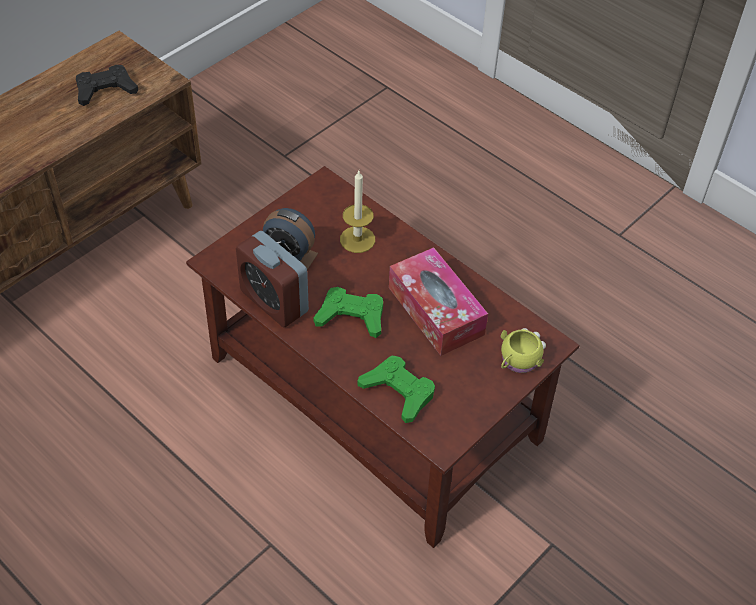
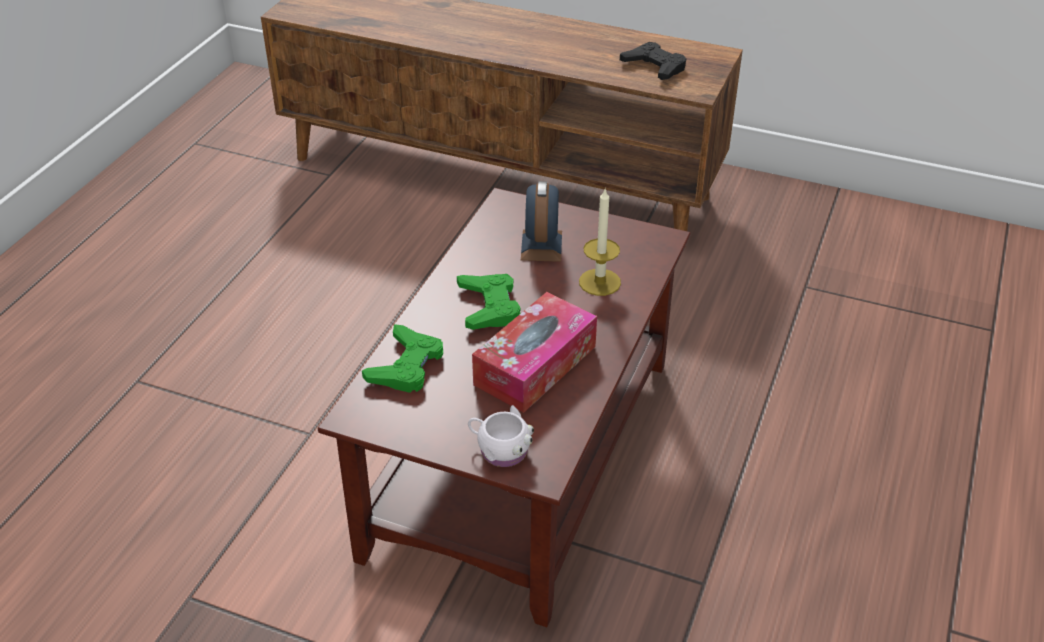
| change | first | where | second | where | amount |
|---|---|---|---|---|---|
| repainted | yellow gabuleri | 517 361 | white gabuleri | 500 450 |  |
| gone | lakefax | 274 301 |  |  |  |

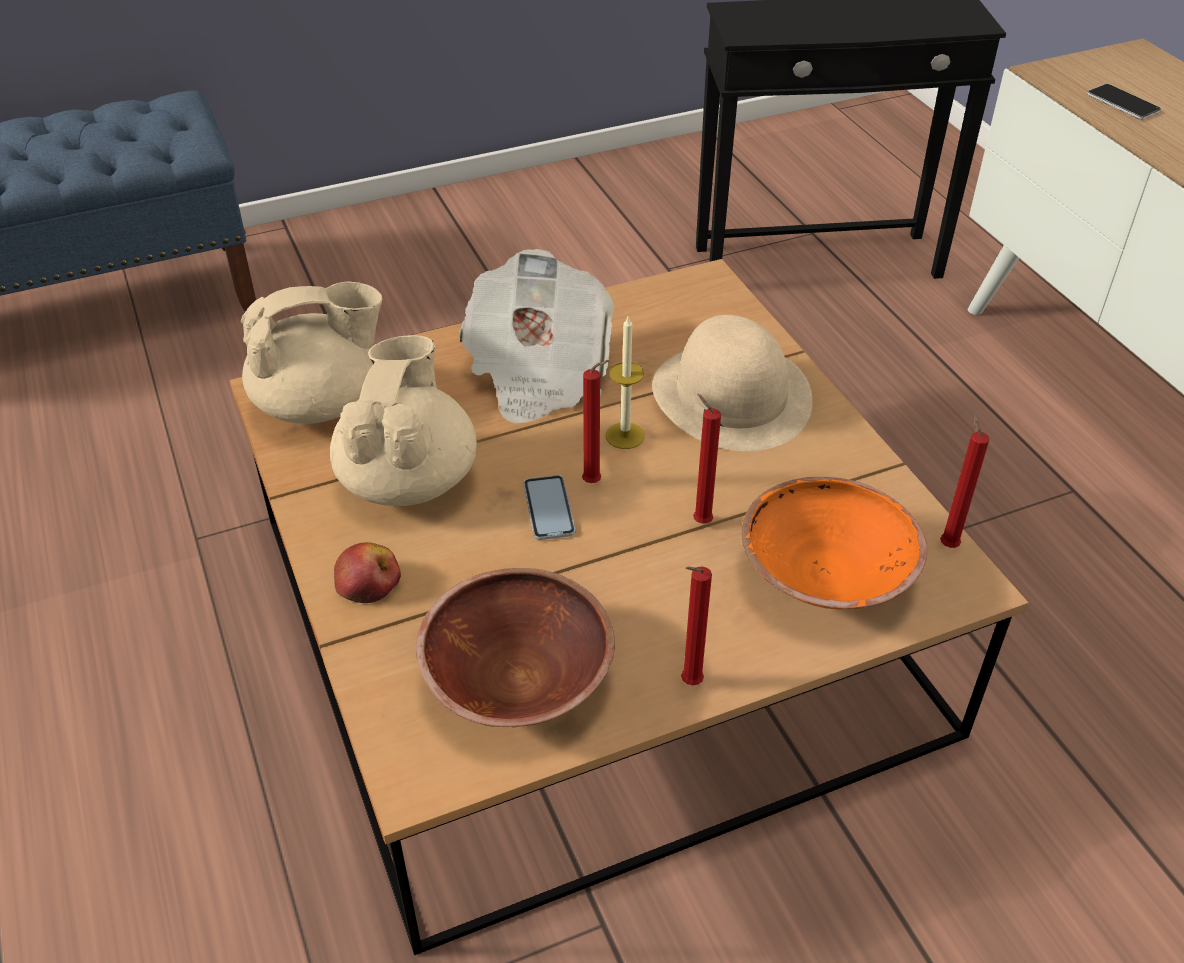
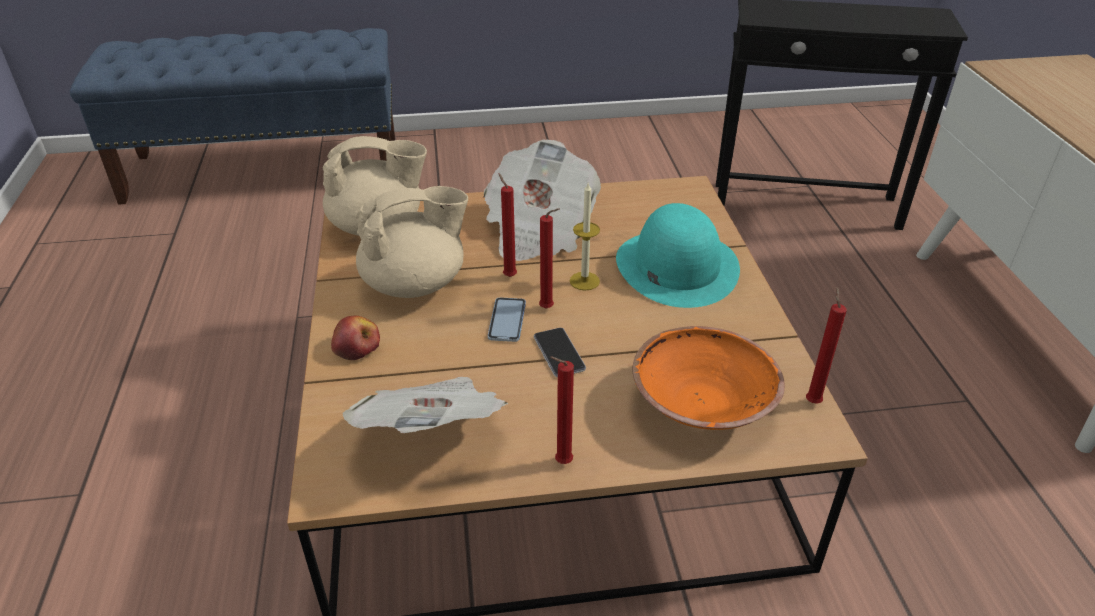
| change | first | where | second | where | amount |
|---|---|---|---|---|---|
| swapped | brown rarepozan | 517 678 | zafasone | 433 432 |  |
| rotated | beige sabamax | 408 479 |  | 416 284 | 45 degrees clockwise |
| shifted | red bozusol | 699 521 |  | 508 275 |  |
| shifted | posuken | 1122 103 |  | 559 353 |  |
| repainted | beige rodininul | 730 395 | turquoise rodininul | 676 266 |  |

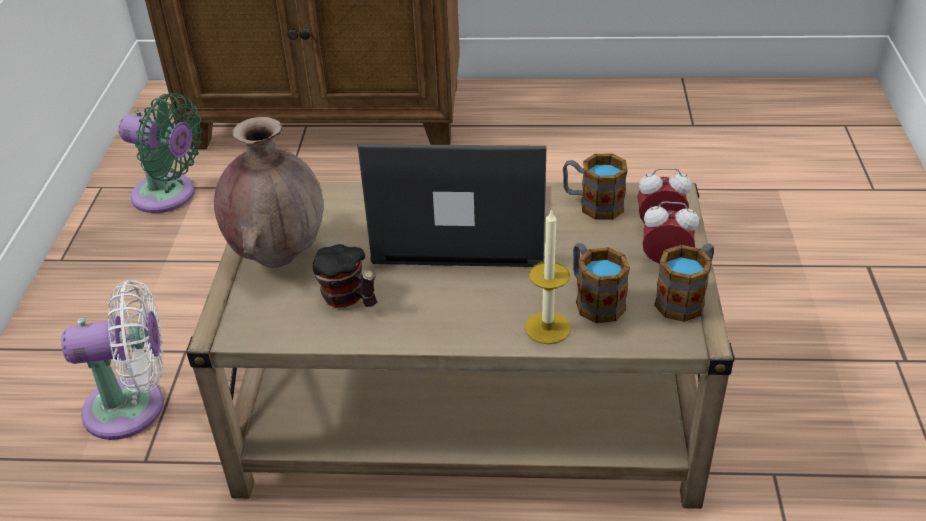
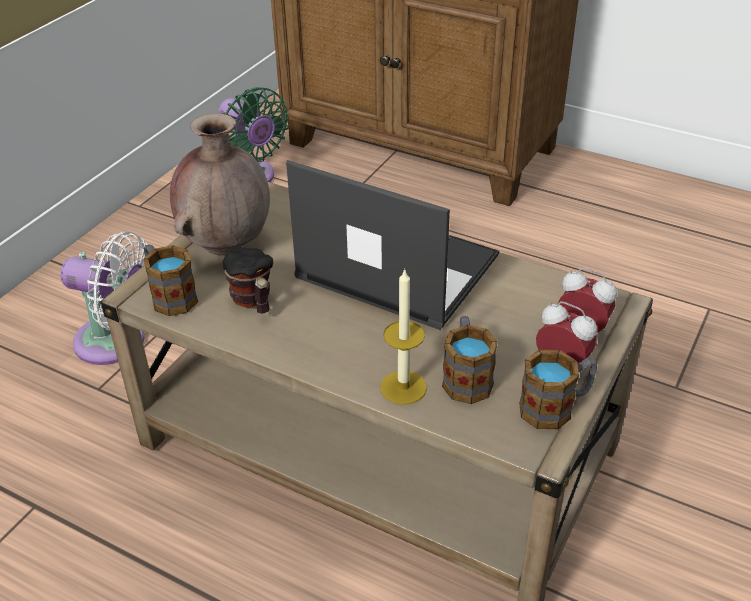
| change | first | where | second | where | amount |
|---|---|---|---|---|---|
| shifted | gabuleri | 592 204 |  | 169 295 |  |

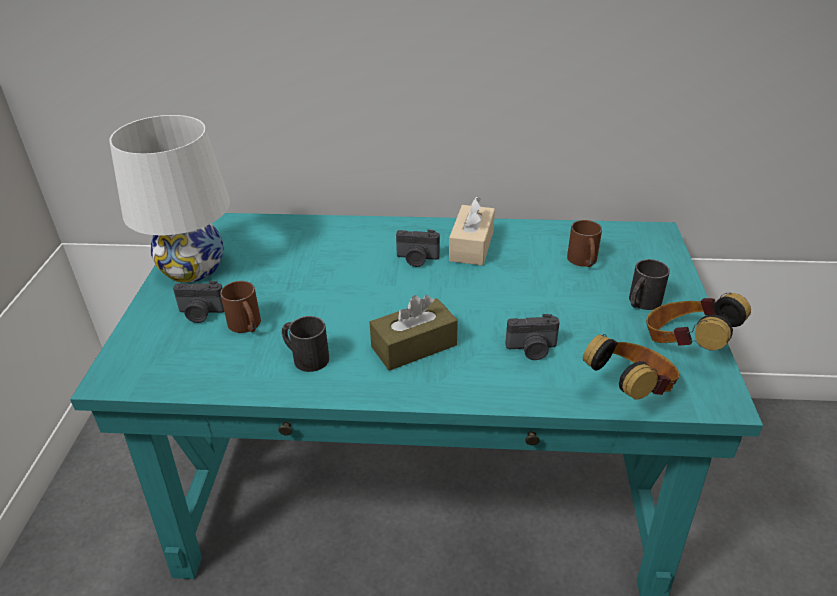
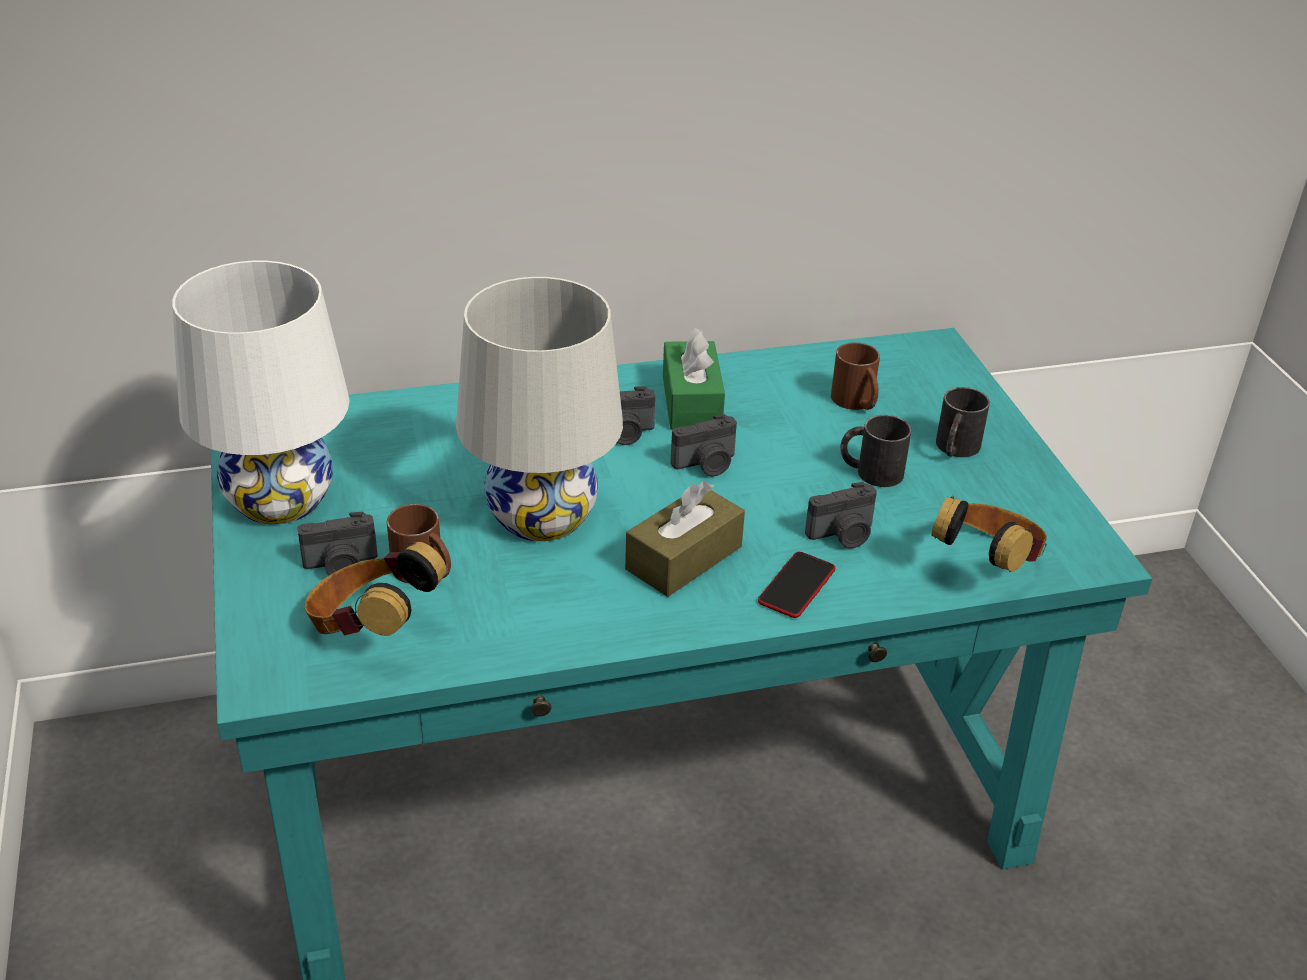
| change | first | where | second | where | amount |
|---|---|---|---|---|---|
| shifted | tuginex | 685 344 |  | 372 628 |  |
| new |  |  | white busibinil | 541 516 |  |
| repainted | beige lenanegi | 471 246 | green lenanegi | 691 402 |  |
| new |  |  | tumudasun | 706 464 |  |
| new |  |  | posuken | 796 586 |  |
| shifted | black gabuleri | 305 357 |  | 870 471 |  |

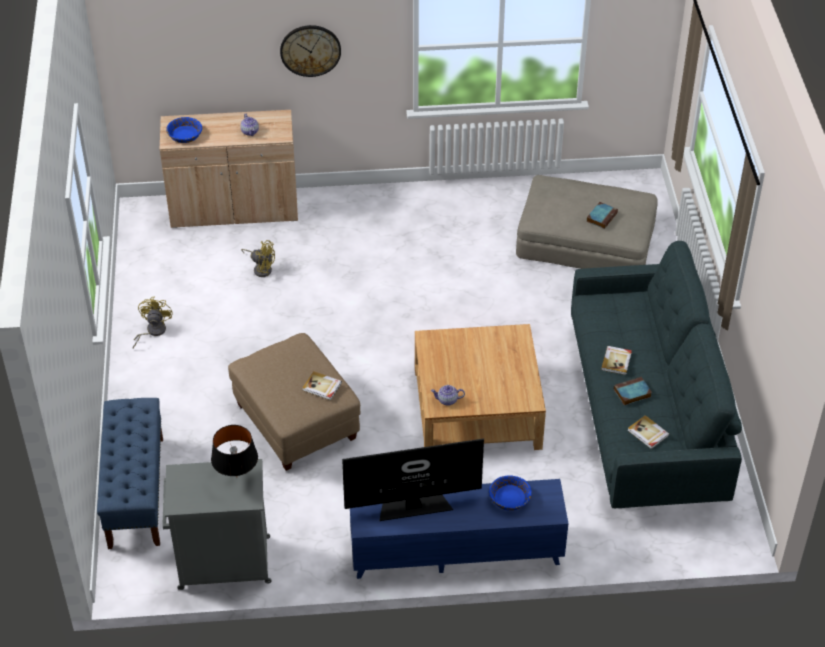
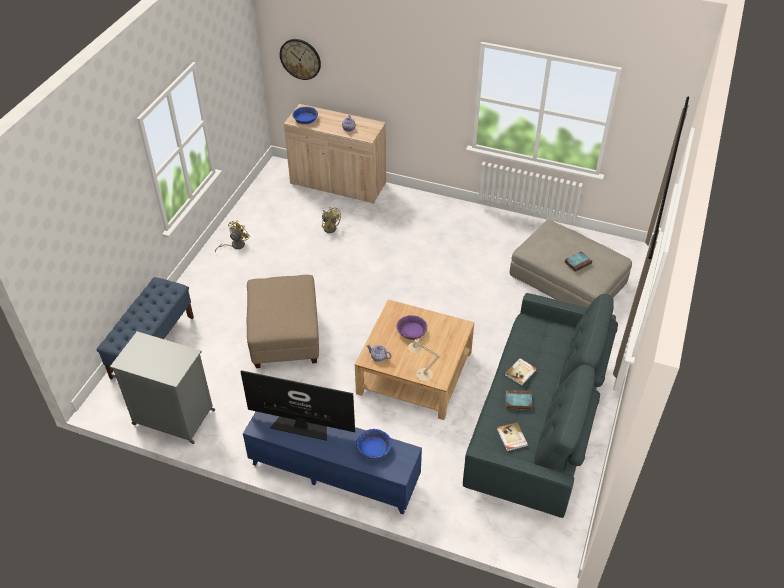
| change | first | where | second | where | amount |
|---|---|---|---|---|---|
| shifted | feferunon | 310 50 |  | 300 59 |  |
| new |  |  | purple rarepozan | 412 332 |  |
| new |  |  | beige busibinil | 421 374 |  |
| gone | black busibinil | 236 477 |  |  |  |
| gone | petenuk | 322 387 |  |  |  |

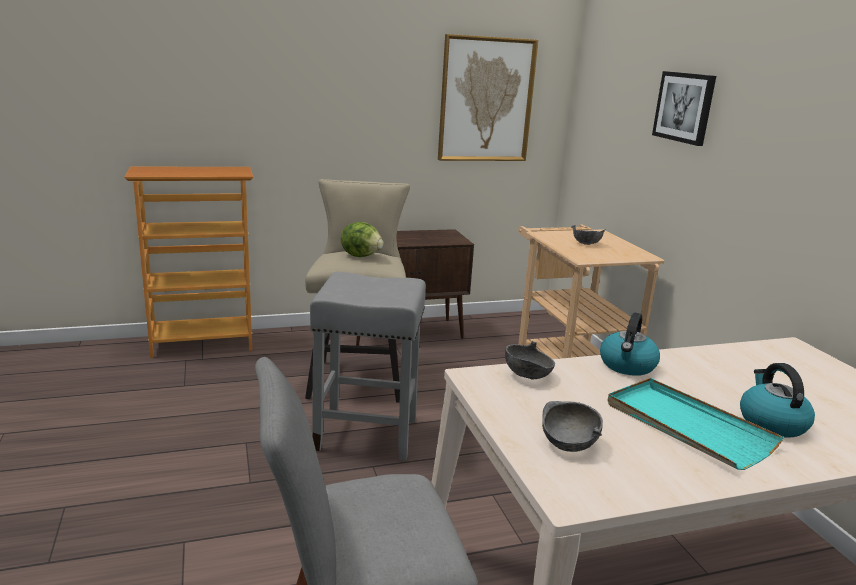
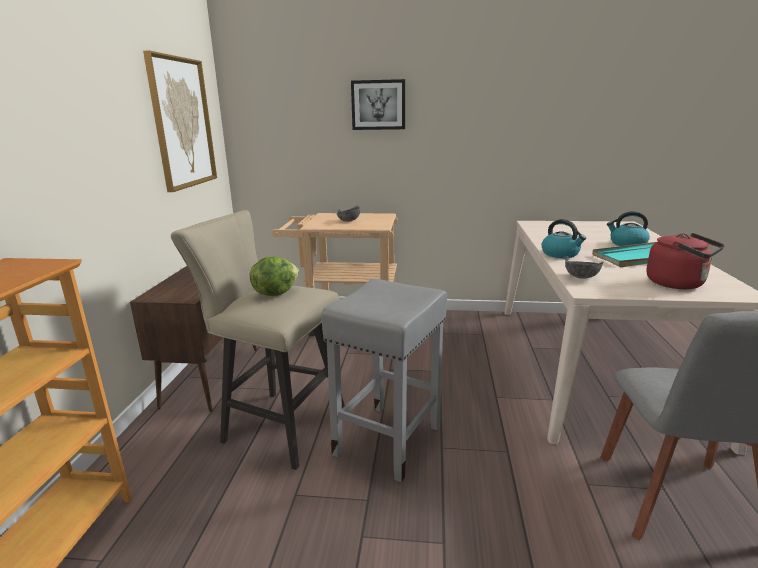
| change | first | where | second | where | amount |
|---|---|---|---|---|---|
| swapped | grey rarepozan | 569 445 | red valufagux | 678 284 |  |

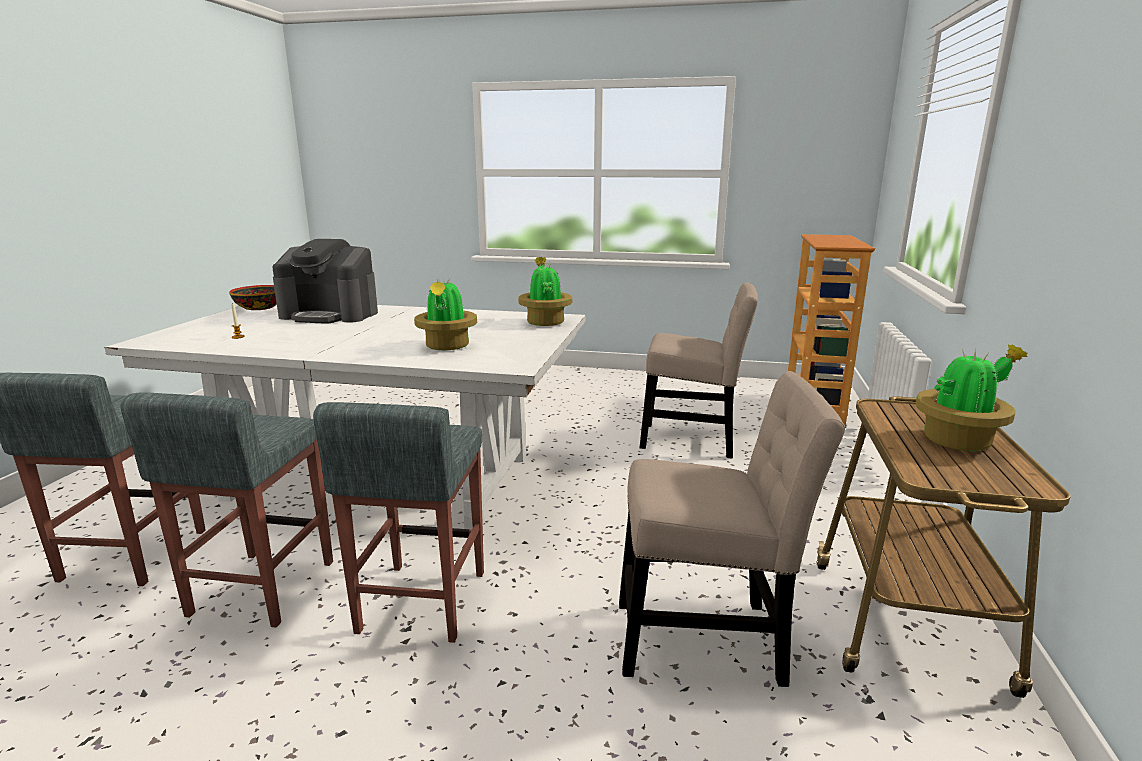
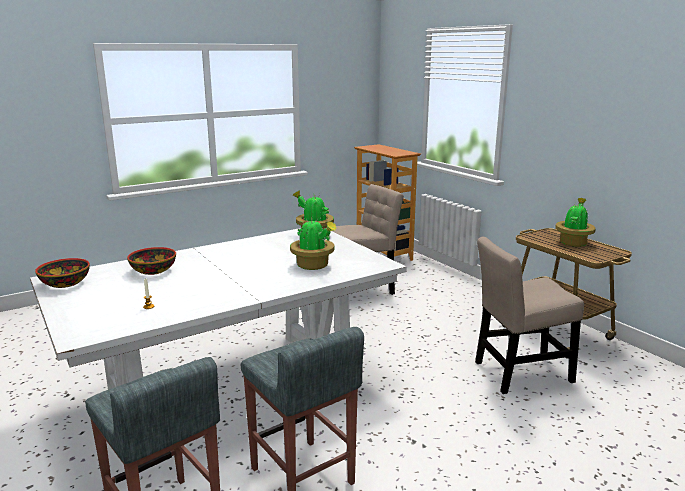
| change | first | where | second | where | amount |
|---|---|---|---|---|---|
| swapped | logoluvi | 330 314 | rarepozan | 153 270 |  |
| rotated | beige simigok | 707 640 |  | 519 373 | 150 degrees counterclockwise |
| gone | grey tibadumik | 421 602 |  |  |  |

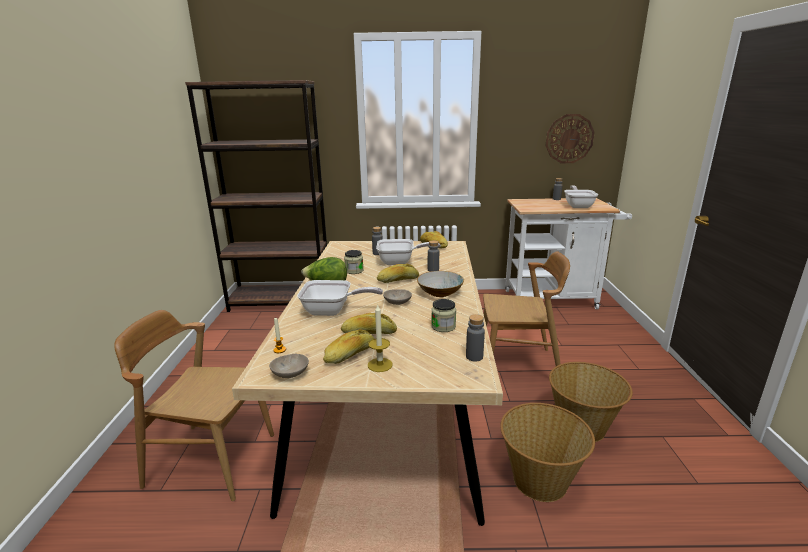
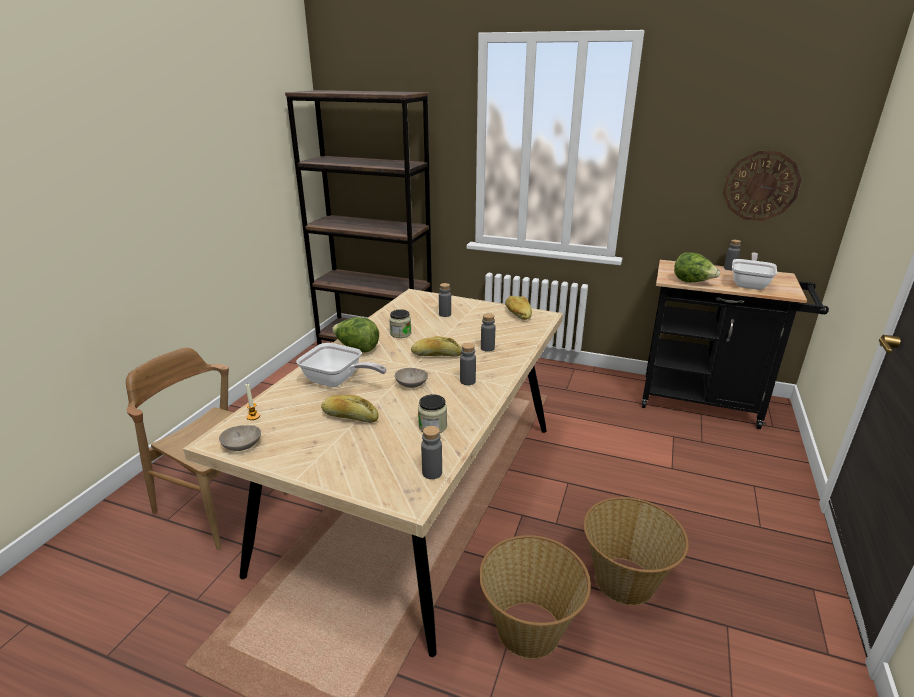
| change | first | where | second | where | amount |
|---|---|---|---|---|---|
| swapped | rarepozan | 440 293 | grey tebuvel | 467 381 |  |
| repainted | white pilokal | 555 299 | black pilokal | 708 402 |  |
| new |  |  | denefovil | 692 282 |  |
| gone | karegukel | 350 355 |  |  |  |
| gone | bozusol | 380 365 |  |  |  |
| gone | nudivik | 400 262 |  |  |  |
| gone | brown simigok | 518 366 |  |  |  |

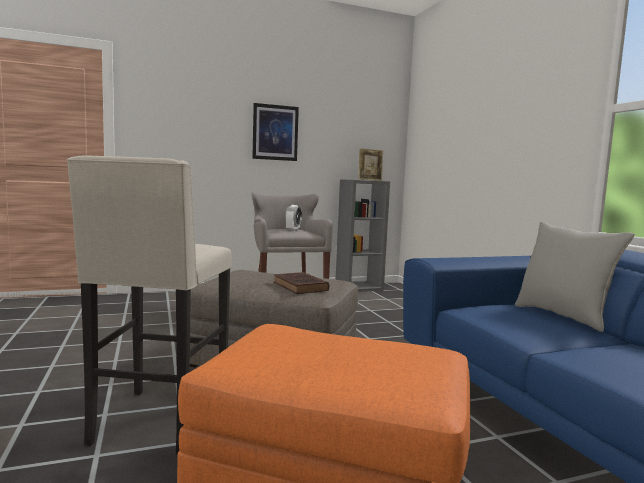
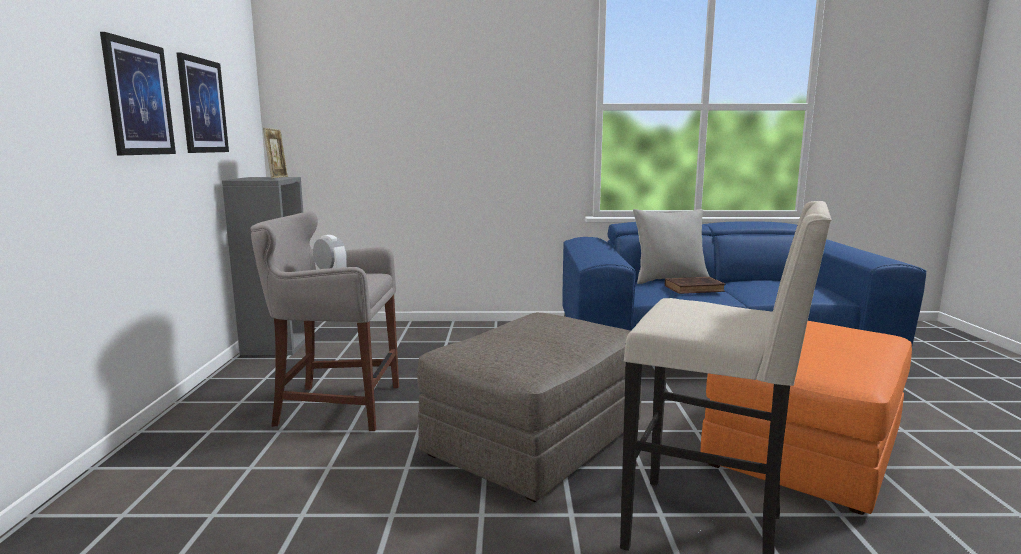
| change | first | where | second | where | amount |
|---|---|---|---|---|---|
| new |  |  | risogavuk | 202 106 |  |
| shifted | brown petenuk | 301 287 |  | 695 289 |  |

